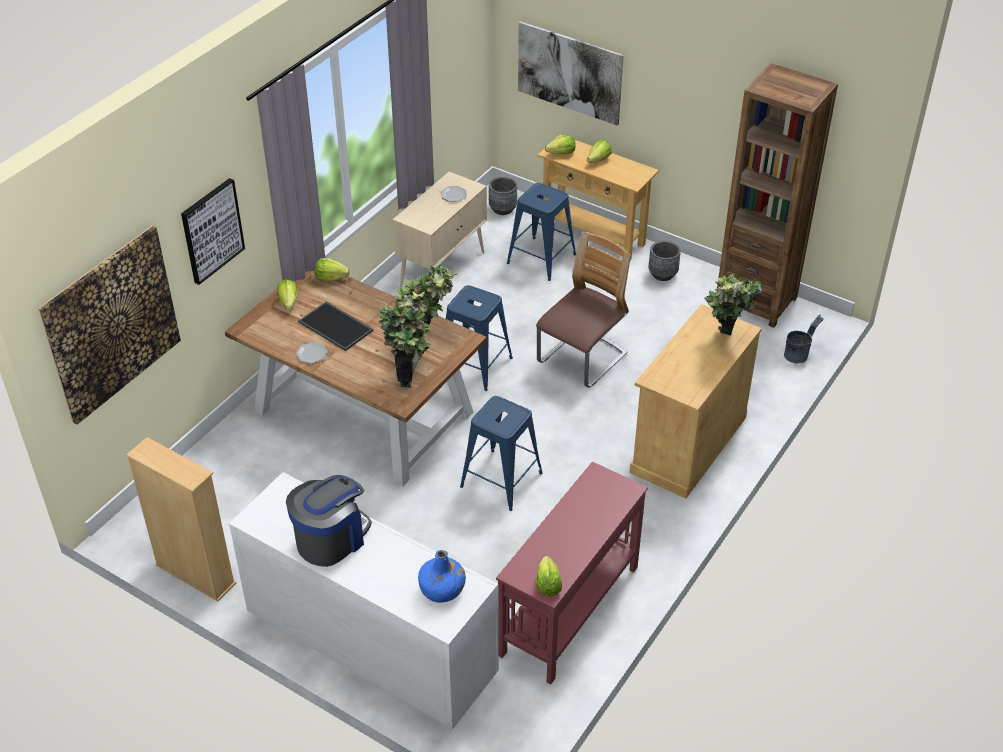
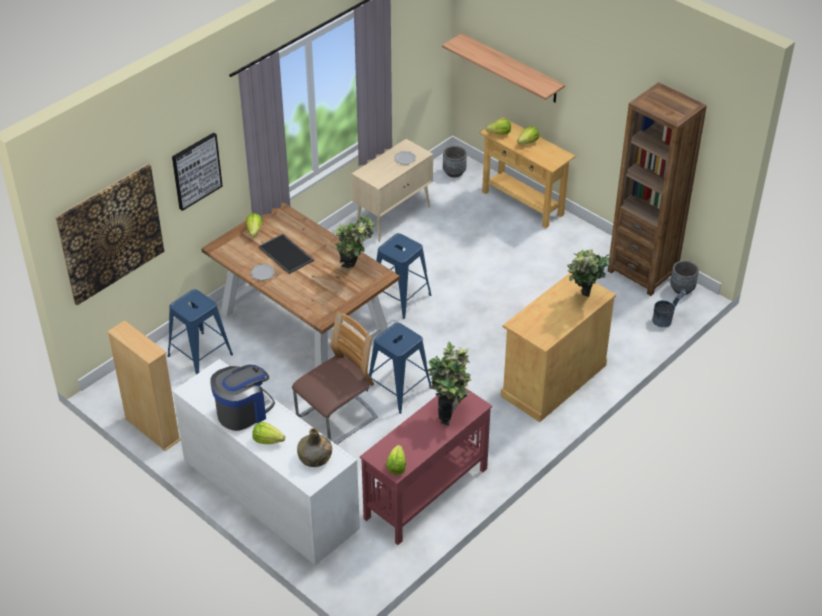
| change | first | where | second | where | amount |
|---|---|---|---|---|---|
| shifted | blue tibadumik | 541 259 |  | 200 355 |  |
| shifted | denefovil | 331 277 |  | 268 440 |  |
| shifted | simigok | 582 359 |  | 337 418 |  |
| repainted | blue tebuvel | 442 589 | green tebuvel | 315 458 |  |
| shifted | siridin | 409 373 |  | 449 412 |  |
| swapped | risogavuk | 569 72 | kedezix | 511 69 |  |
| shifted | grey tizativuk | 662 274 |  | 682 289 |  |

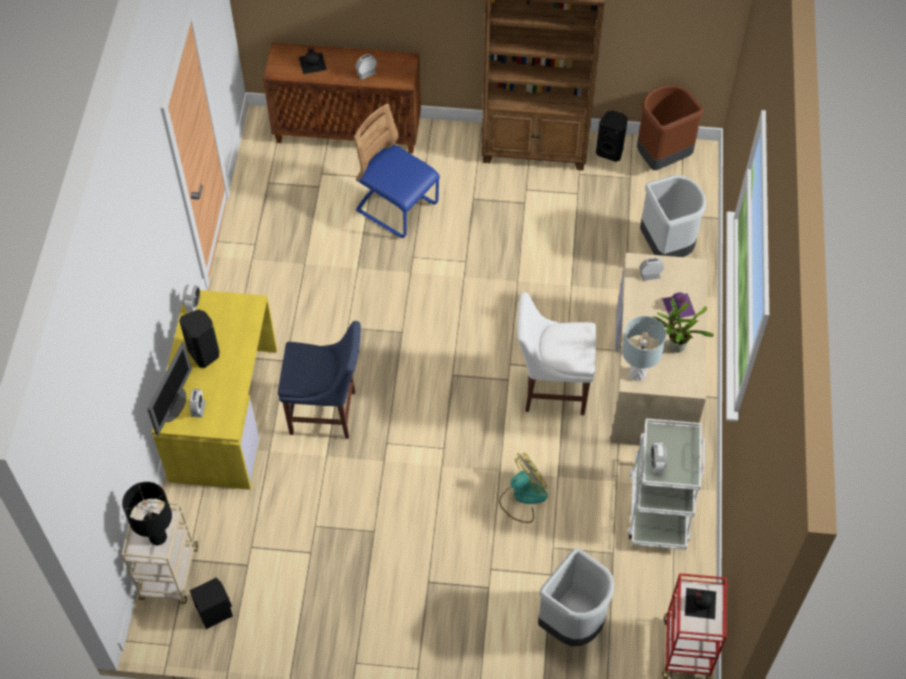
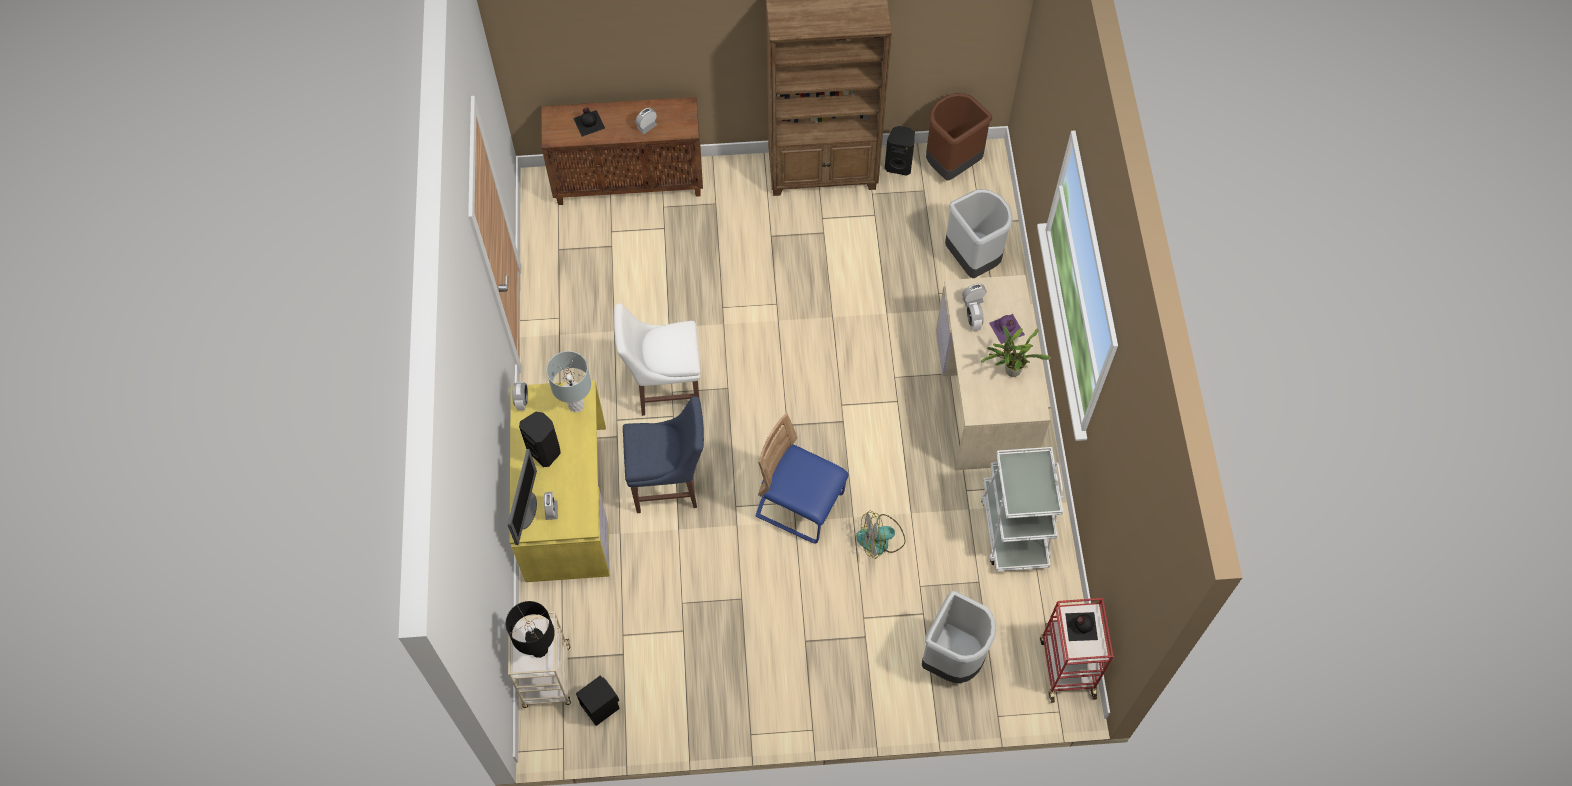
| change | first | where | second | where | amount |
|---|---|---|---|---|---|
| shifted | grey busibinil | 637 374 |  | 576 405 |  |
| shifted | white simigok | 551 389 |  | 664 388 |  |
| shifted | blue simigok | 397 208 |  | 800 505 |  |
| rotated | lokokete | 522 497 |  | 880 540 | 150 degrees counterclockwise |
| shifted | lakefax | 657 464 |  | 973 322 |  |

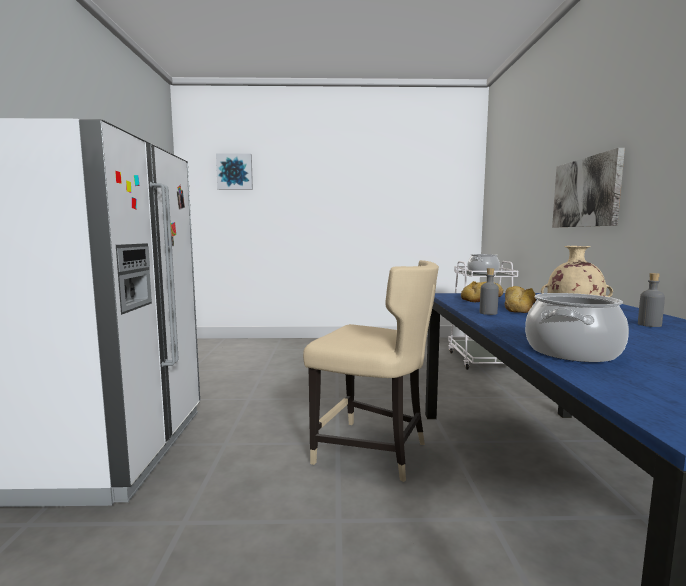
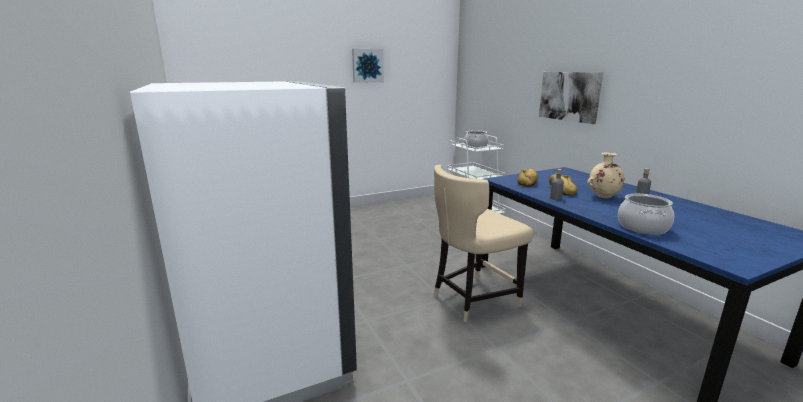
| change | first | where | second | where | amount |
|---|---|---|---|---|---|
| shifted | risogavuk | 235 172 |  | 367 65 |  |
| rotated | beige simigok | 373 452 |  | 472 299 | 150 degrees clockwise |

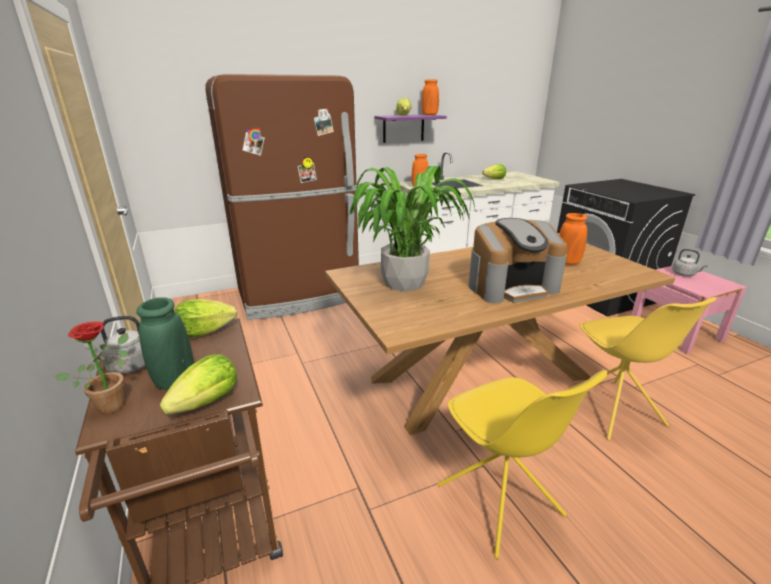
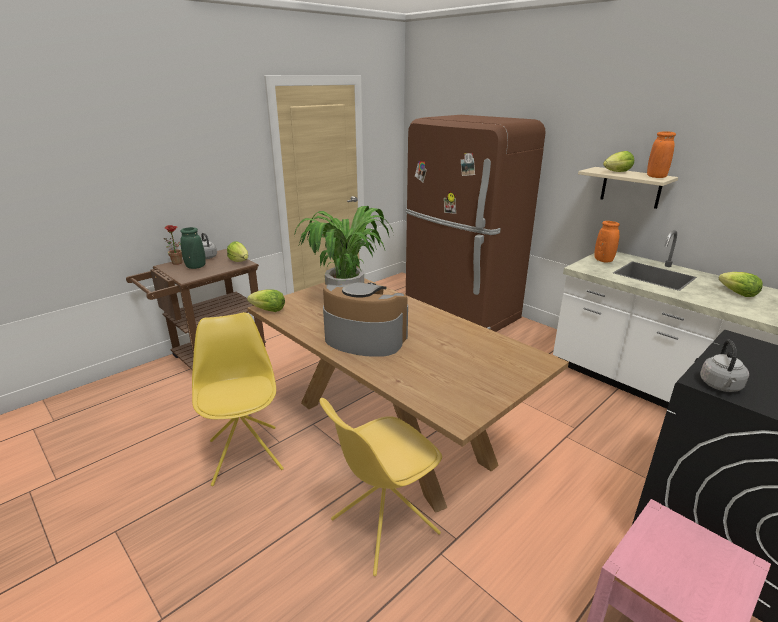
| change | first | where | second | where | amount |
|---|---|---|---|---|---|
| rotated | yellow simigok | 500 502 |  | 245 453 | 120 degrees clockwise |
| shifted | denefovil | 207 402 |  | 269 310 |  |
| rotated | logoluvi | 512 286 |  | 364 339 | 150 degrees clockwise |
| repainted | purple kedezix | 403 128 | beige kedezix | 631 187 |  |
| shifted | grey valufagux | 684 274 |  | 720 386 |  |
| gone | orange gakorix | 567 262 |  |  |  |

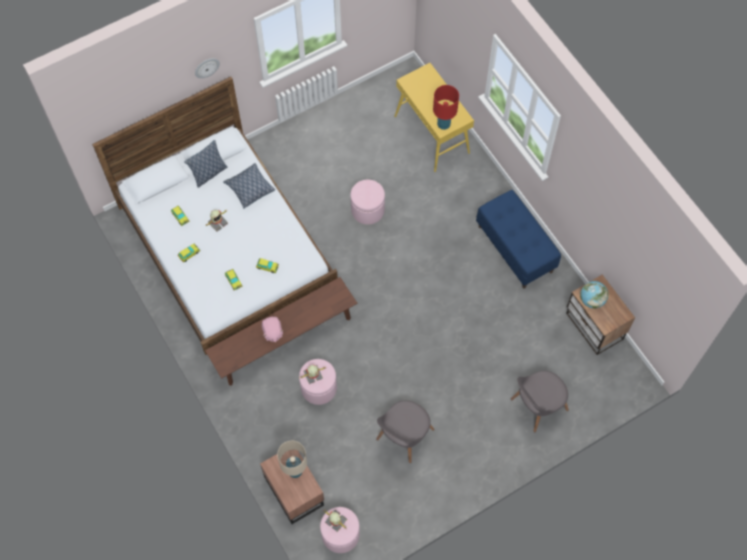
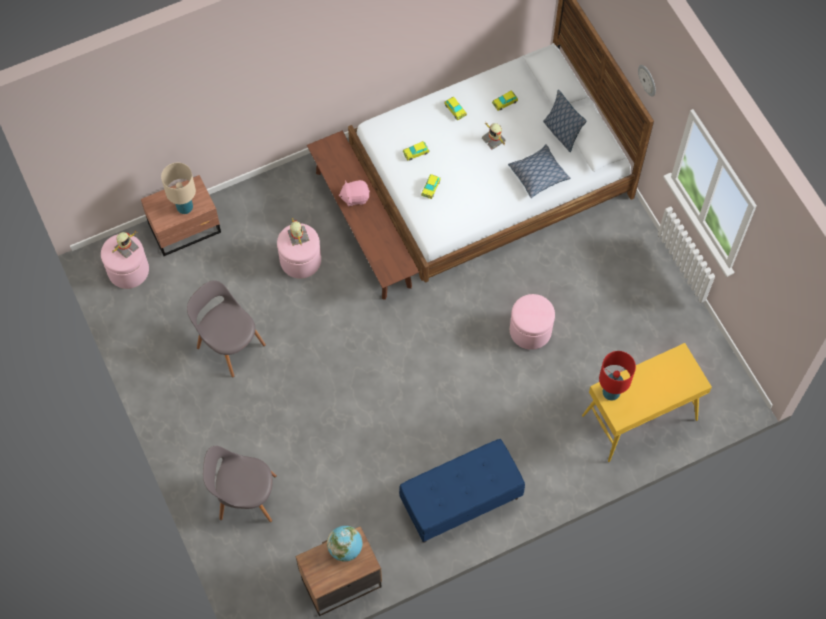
| change | first | where | second | where | amount |
|---|---|---|---|---|---|
| rotated | grey simigok | 537 406 |  | 244 496 | 60 degrees counterclockwise |

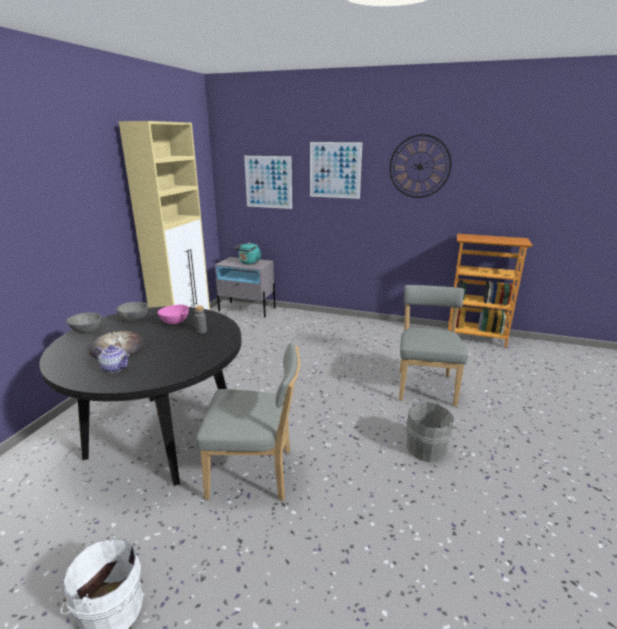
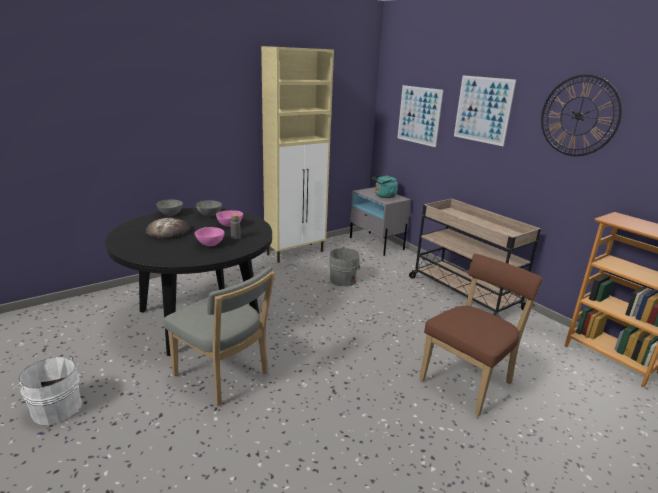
| change | first | where | second | where | amount |
|---|---|---|---|---|---|
| new |  |  | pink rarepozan | 210 244 |  |
| shifted | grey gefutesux | 427 447 |  | 344 280 |  |
| new |  |  | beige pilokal | 463 292 |  |
| repainted | grey simigok | 425 386 | brown simigok | 468 380 |  |
| gone | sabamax | 116 368 |  |  |  |

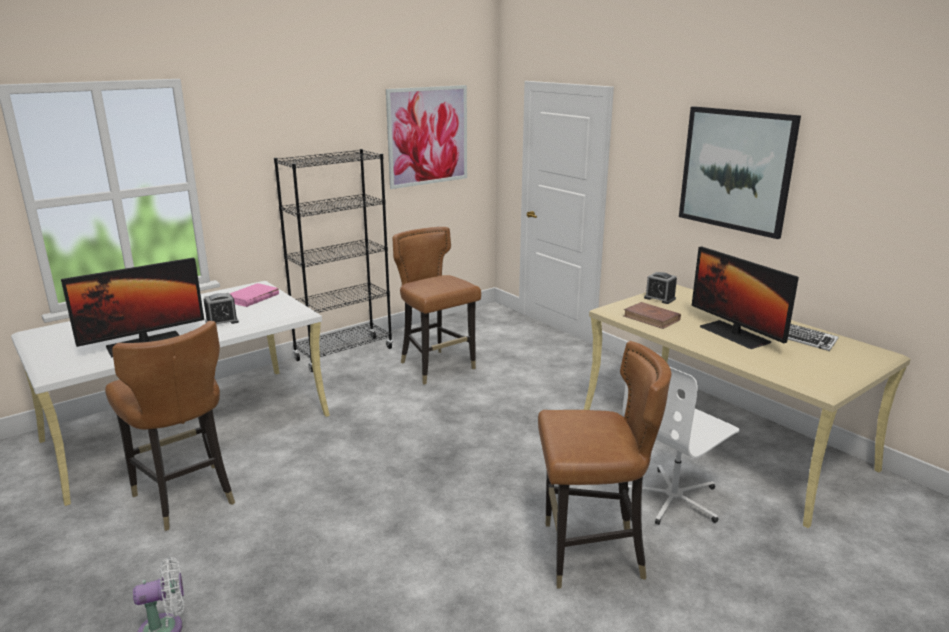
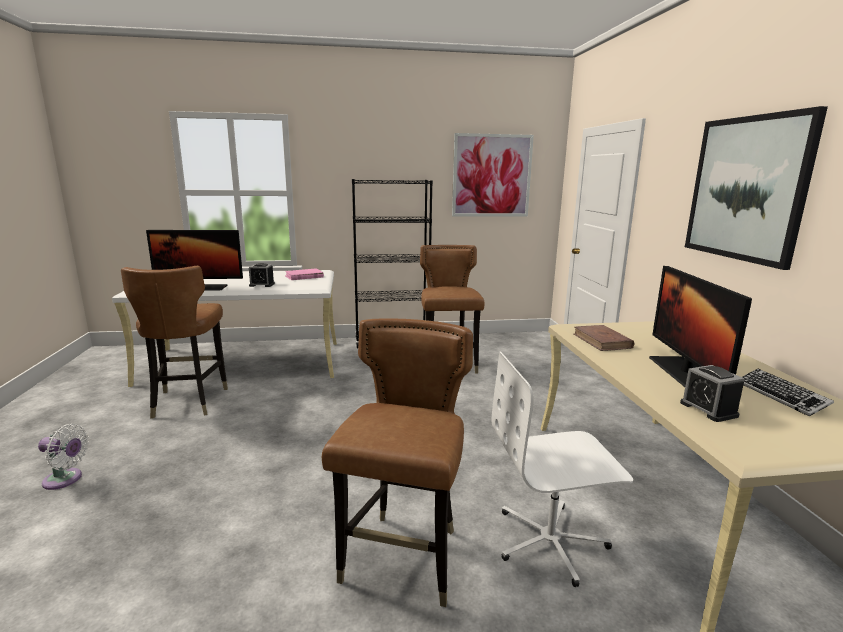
| change | first | where | second | where | amount |
|---|---|---|---|---|---|
| rotated | brown simigok | 590 554 |  | 404 559 | 105 degrees counterclockwise |
| shifted | lakefax | 659 298 |  | 708 409 |  |

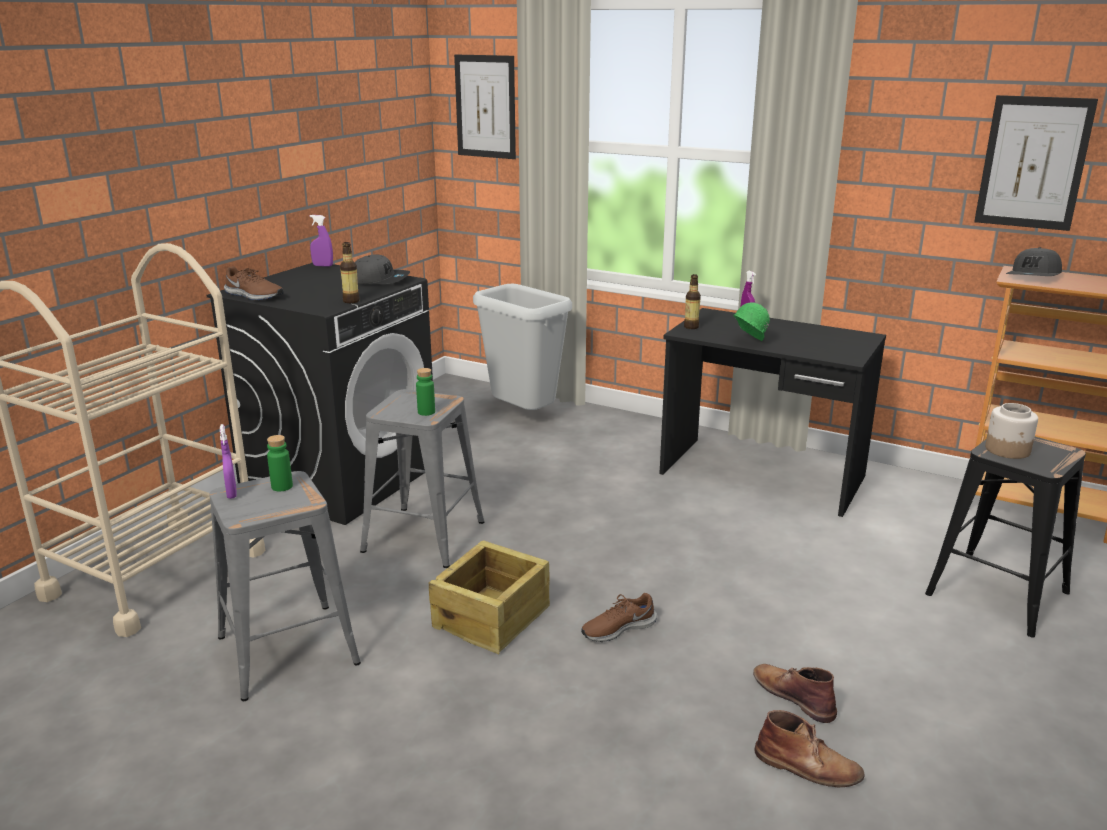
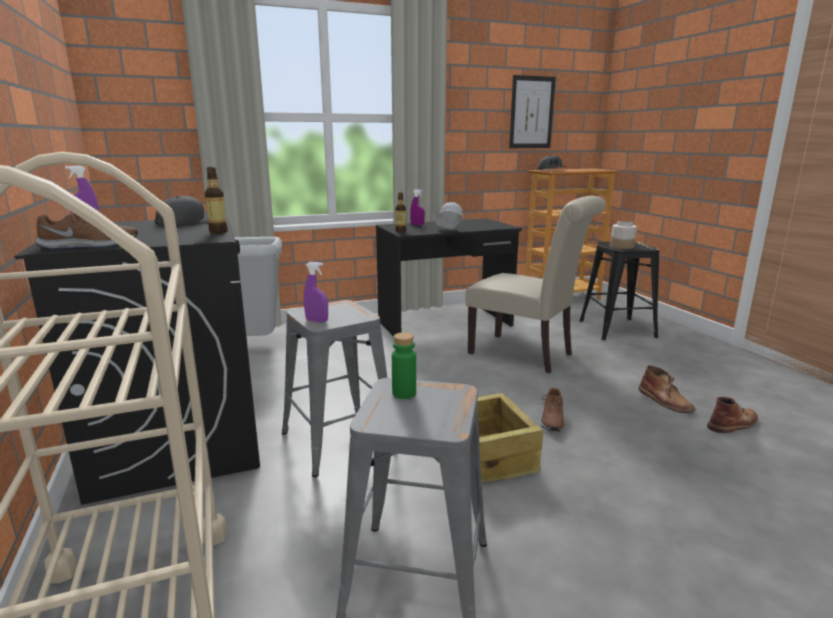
| change | first | where | second | where | amount |
|---|---|---|---|---|---|
| shifted | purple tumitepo | 231 493 |  | 317 321 |  |
| repainted | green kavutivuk | 747 342 | white kavutivuk | 448 230 |  |
| new |  |  | beige simigok | 526 354 |  |
| rotated | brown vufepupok | 793 695 |  | 665 401 | 120 degrees counterclockwise |
| gone | green tebuvel | 426 412 |  |  |  |
| gone | risogavuk | 485 107 |  |  |  |

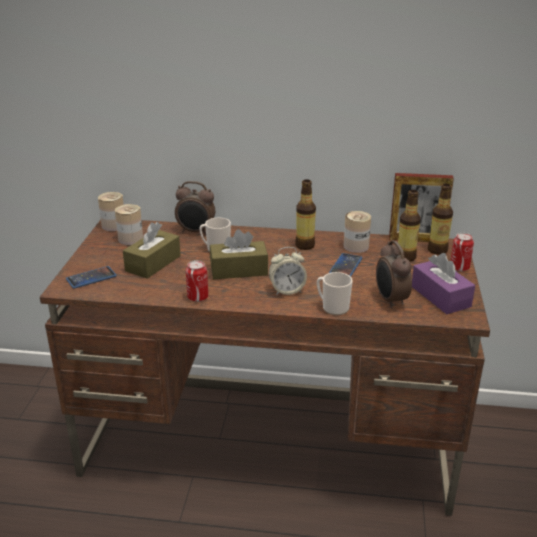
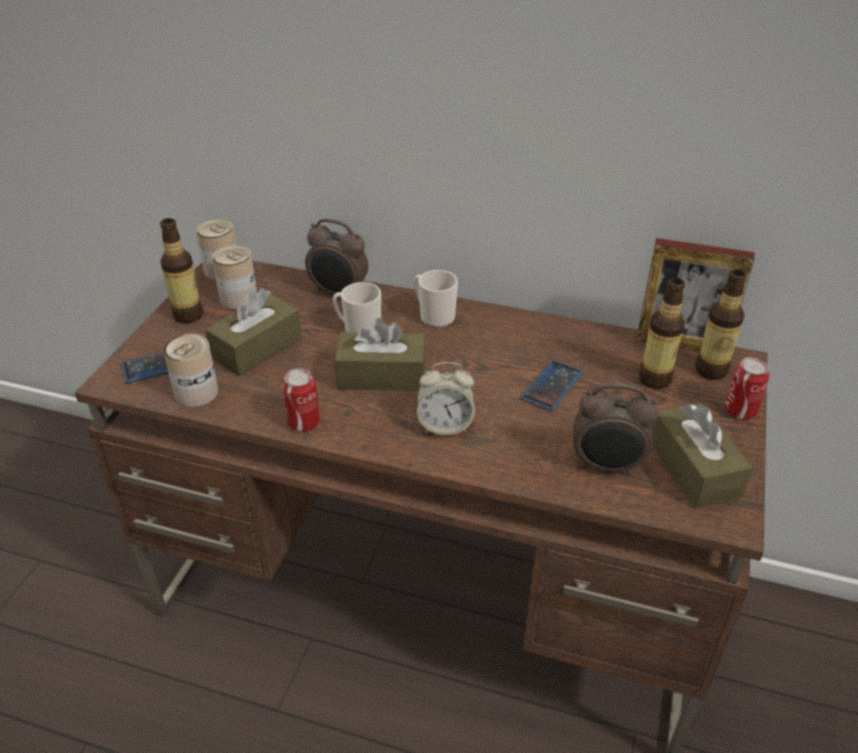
| change | first | where | second | where | amount |
|---|---|---|---|---|---|
| shifted | tebuvel | 304 245 |  | 188 315 |  |
| shifted | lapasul | 356 246 |  | 196 392 |  |
| shifted | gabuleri | 332 307 |  | 434 316 |  |
| rotated | lakefax | 390 300 |  | 607 466 | 75 degrees counterclockwise |
| repainted | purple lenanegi | 440 296 | brown lenanegi | 693 468 |  |

